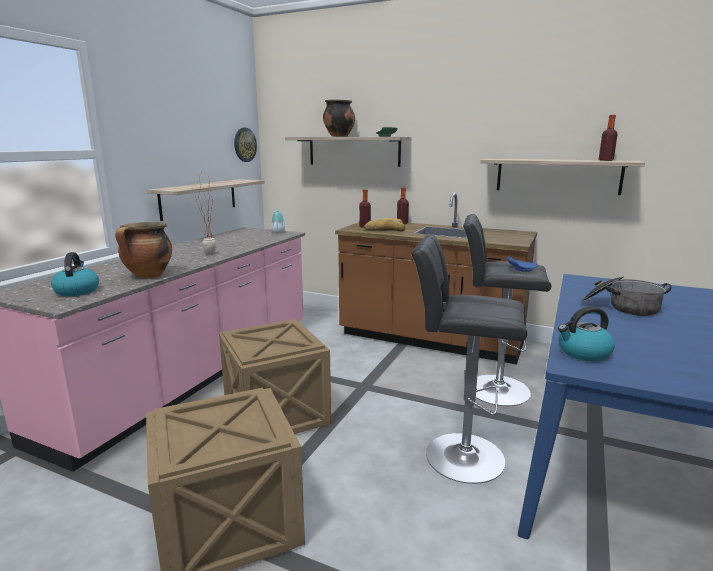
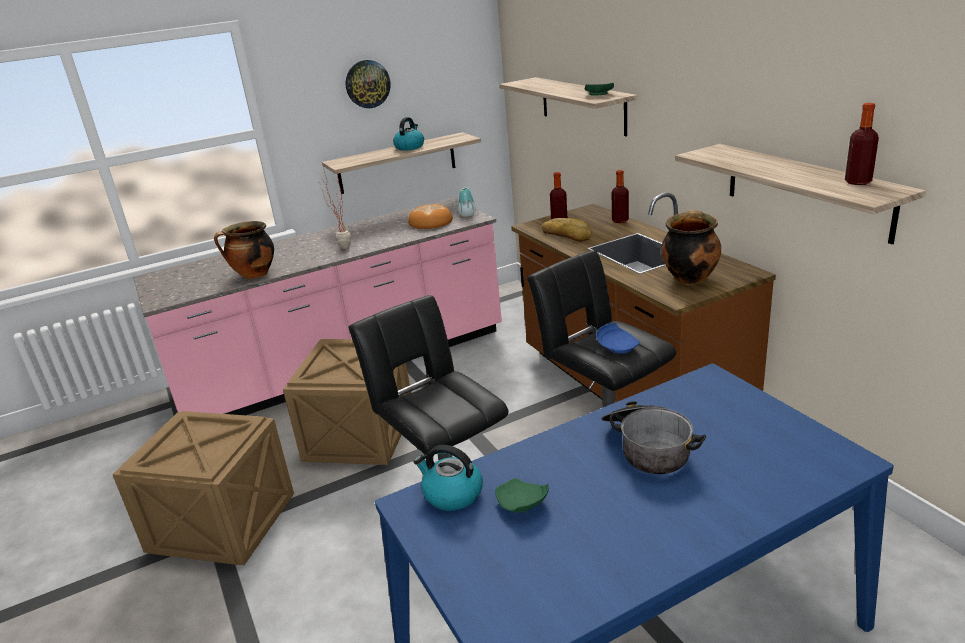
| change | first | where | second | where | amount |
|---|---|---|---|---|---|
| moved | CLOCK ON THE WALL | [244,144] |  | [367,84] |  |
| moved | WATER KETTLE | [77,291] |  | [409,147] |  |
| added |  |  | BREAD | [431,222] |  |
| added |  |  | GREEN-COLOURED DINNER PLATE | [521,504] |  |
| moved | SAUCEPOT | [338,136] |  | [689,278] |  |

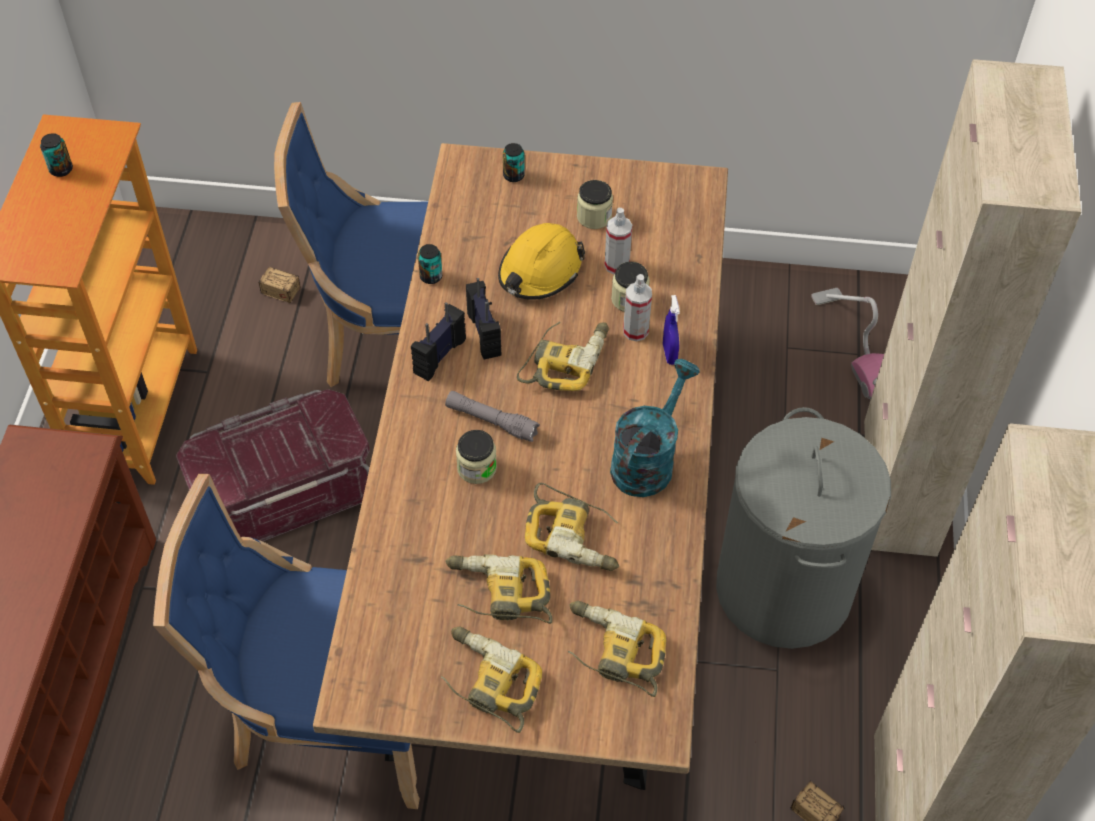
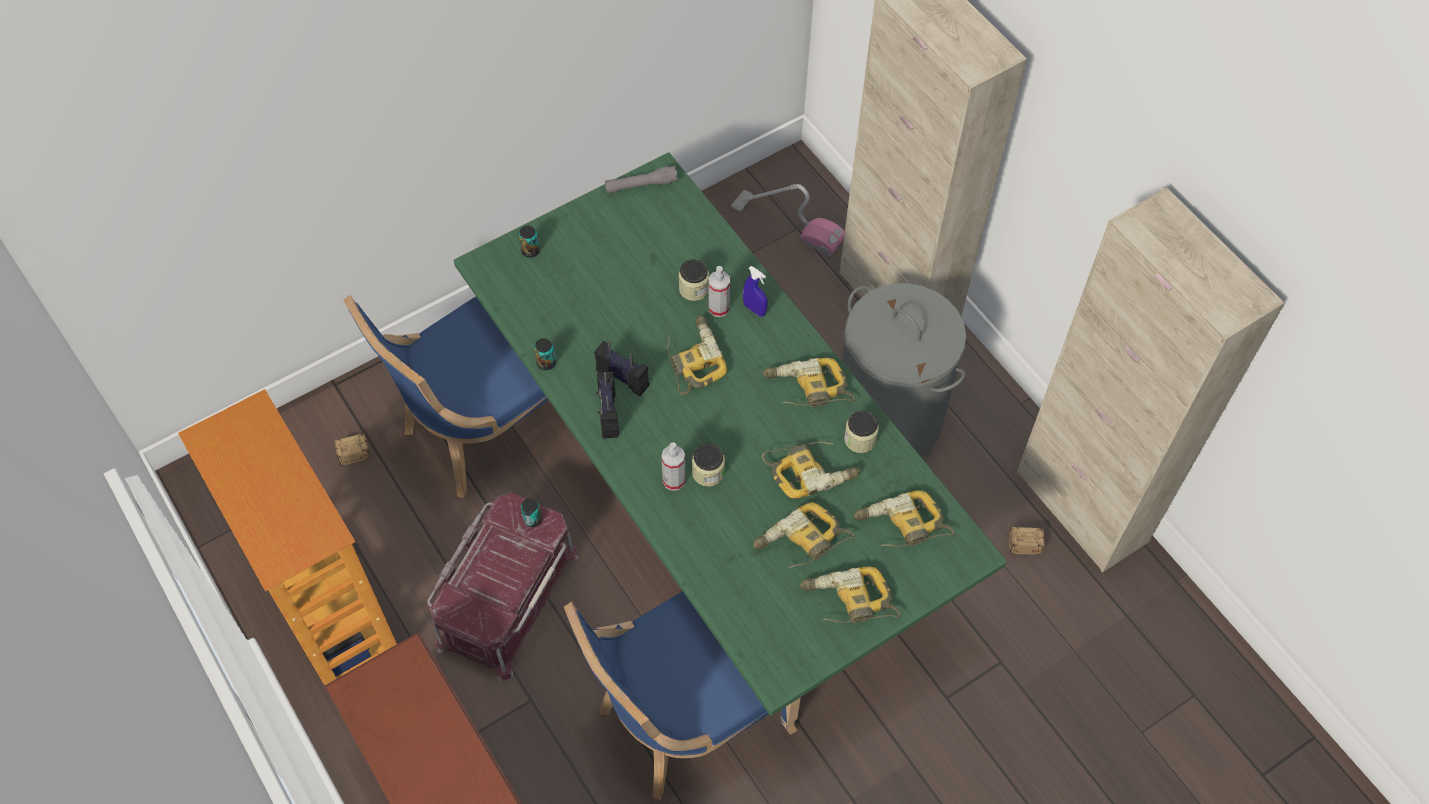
| change | first | where | second | where | amount |
|---|---|---|---|---|---|
| recoloured | BROWN-COLOURED DINNER TABLE | [545,538] | GREEN-COLOURED DINNER TABLE | [712,496] |  |
| moved | CAN | [61,169] |  | [533,519] |  |
| moved | GRAY FLASHLIGHT | [491,421] |  | [641,185] |  |
| moved | SPRAY BOTTLE | [616,265] |  | [674,480] |  |
| replaced | TURQUOISE WATERING CAN | [647,459] | DRILL | [807,389] |  |
| moved | PRESERVE JAR | [594,217] |  | [860,439] |  |
| removed | YELLOW SAFETY HELMET | [540,271] |  |  |  |

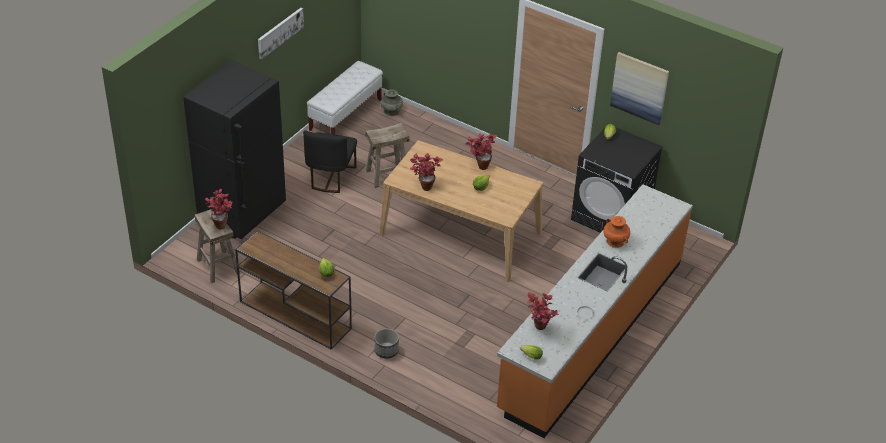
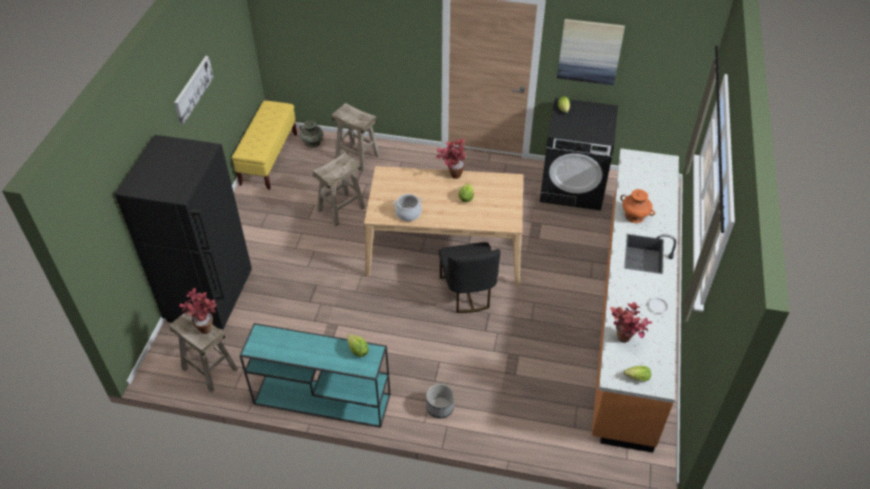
| change | first | where | second | where | amount |
|---|---|---|---|---|---|
| recoloured | WHITE INDOOR BENCH | [345,115] | YELLOW INDOOR BENCH | [269,159] |  |
| recoloured | BROWN-COLOURED CONSOLE TABLE | [294,314] | TURQUOISE CONSOLE TABLE | [320,399] |  |
| added |  |  | BEIGE-COLOURED STOOL | [358,157] |  |
| replaced | HOUSEPLANT | [424,185] | SAUCEPOT | [408,213] |  |
| moved | BLACK PLAIN CHAIR | [330,177] |  | [467,292] |  |

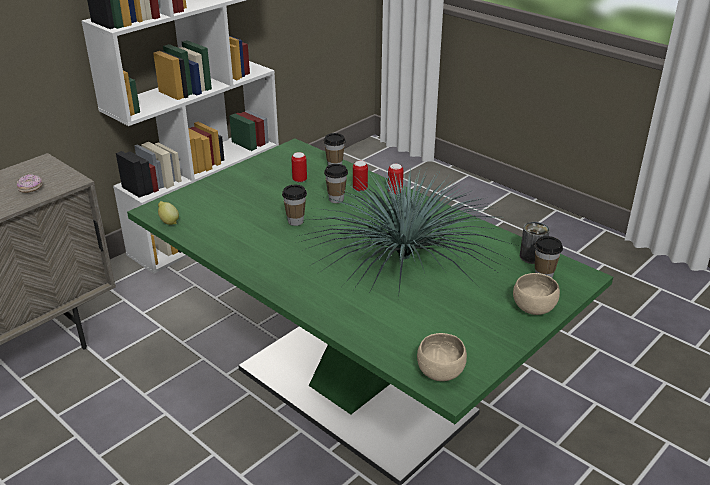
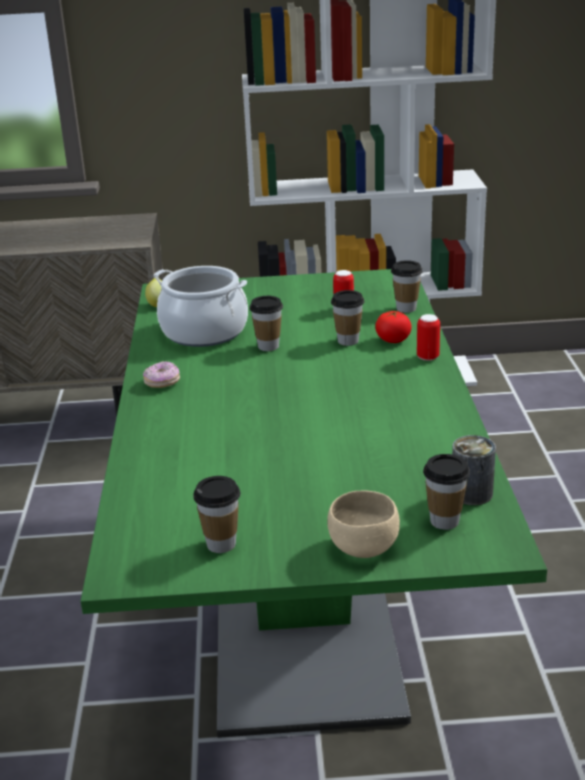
| change | first | where | second | where | amount |
|---|---|---|---|---|---|
| moved | DONUT | [31,188] |  | [162,383] |  |
| added |  |  | SAUCEPOT | [204,332] |  |
| added |  |  | CUP | [221,544] |  |
| replaced | CAN | [360,189] | TOMATO | [393,340] |  |
| removed | HOUSEPLANT | [405,256] |  |  |  |
| removed | BEIGE-COLOURED DEEP DISH | [440,374] |  |  |  |

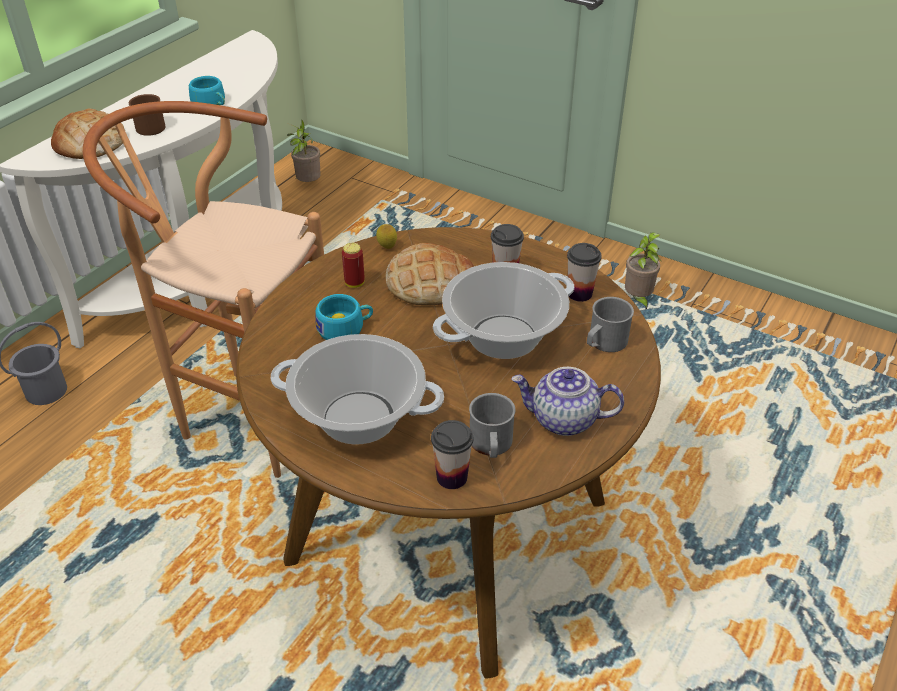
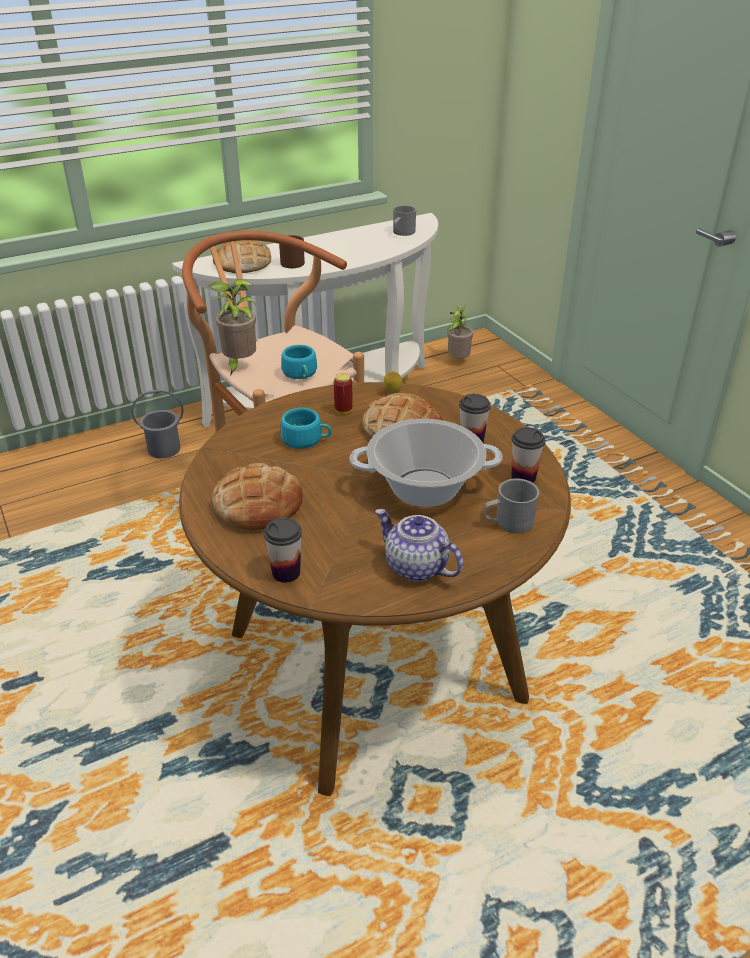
| change | first | where | second | where | amount |
|---|---|---|---|---|---|
| moved | HOUSEPLANT | [638,299] |  | [239,365] |  |
| replaced | SAUCEPOT | [359,417] | BREAD | [258,504] |  |
| moved | TURQUOISE CUP | [211,104] |  | [300,374] |  |
| moved | GRAY COFFEE MUG | [491,446] |  | [402,233] |  |

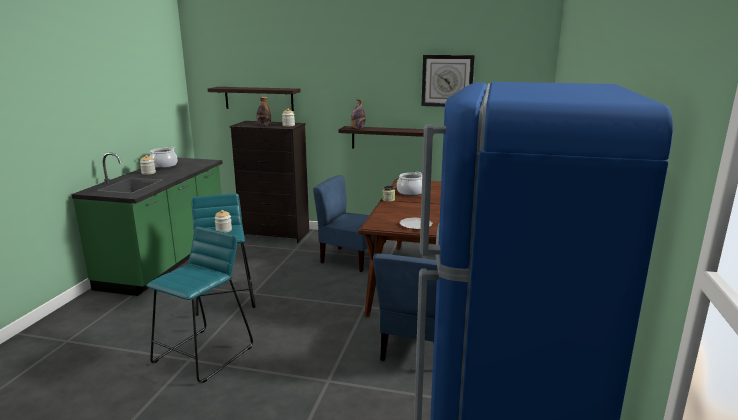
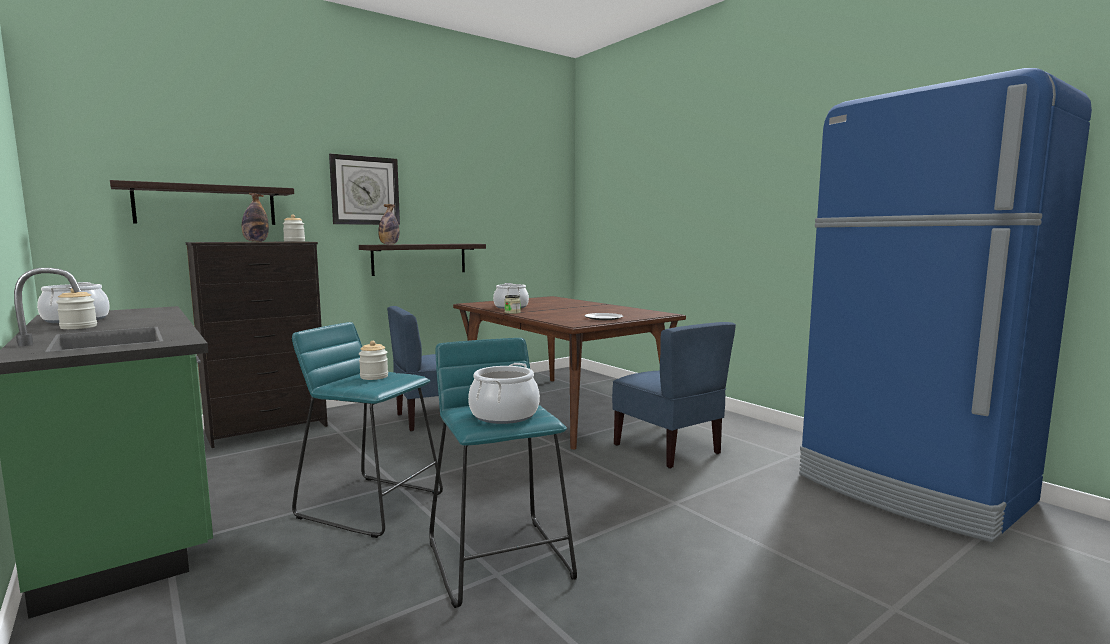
| change | first | where | second | where | amount |
|---|---|---|---|---|---|
| moved | CLOCK ON THE WALL | [447,81] |  | [365,190] |  |
| added |  |  | SAUCEPOT | [504,415] |  |

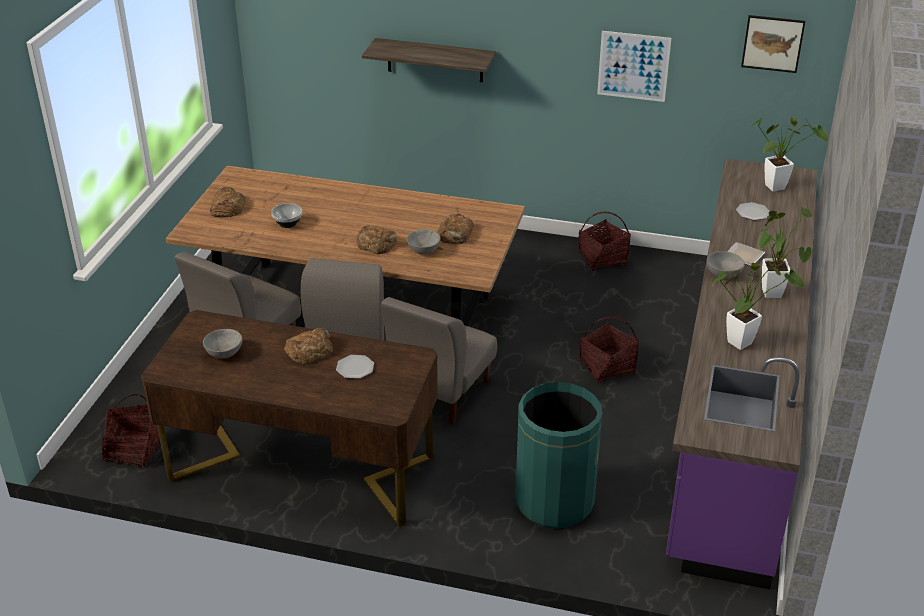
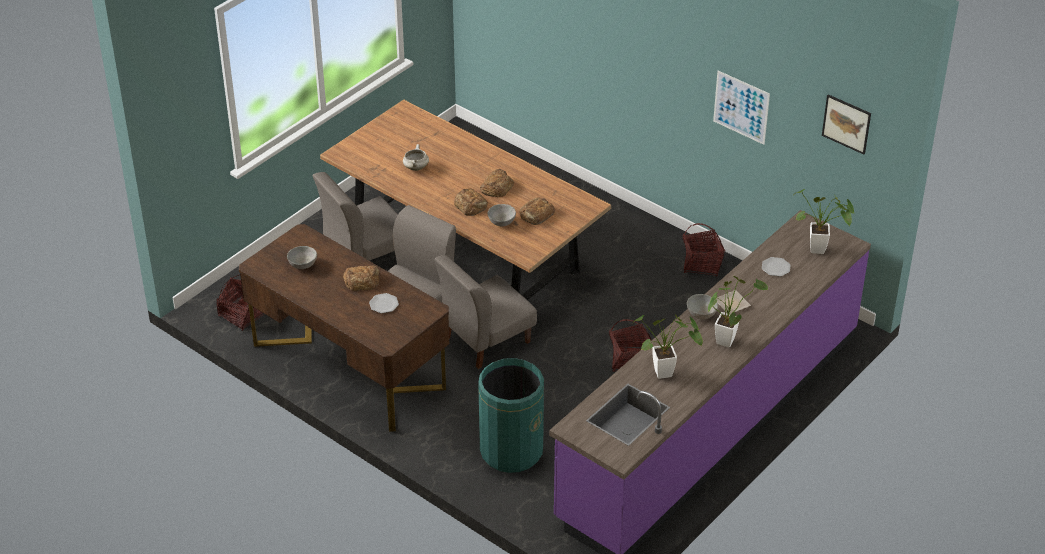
| change | first | where | second | where | amount |
|---|---|---|---|---|---|
| replaced | DEEP DISH | [287,223] | WHITE SAUCEPOT | [416,167] |  |
| moved | BREAD | [227,207] |  | [496,187] |  |
| removed | SHELF | [435,60] |  |  |  |

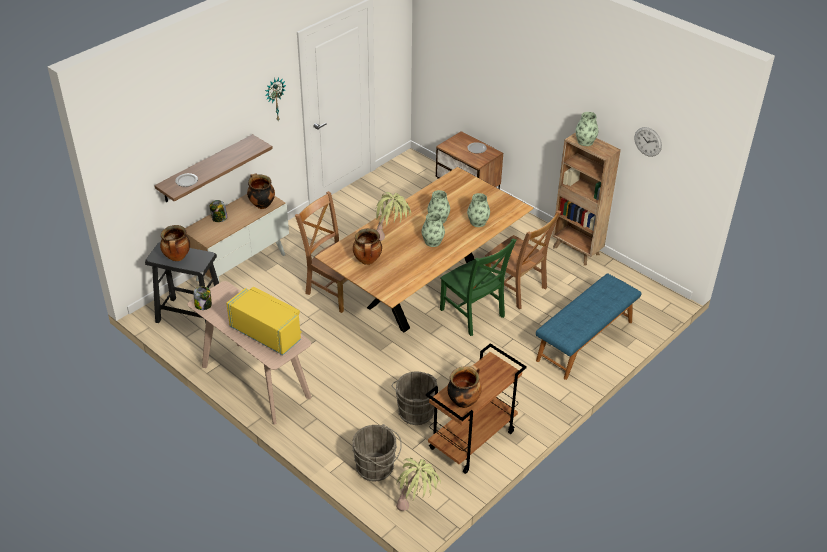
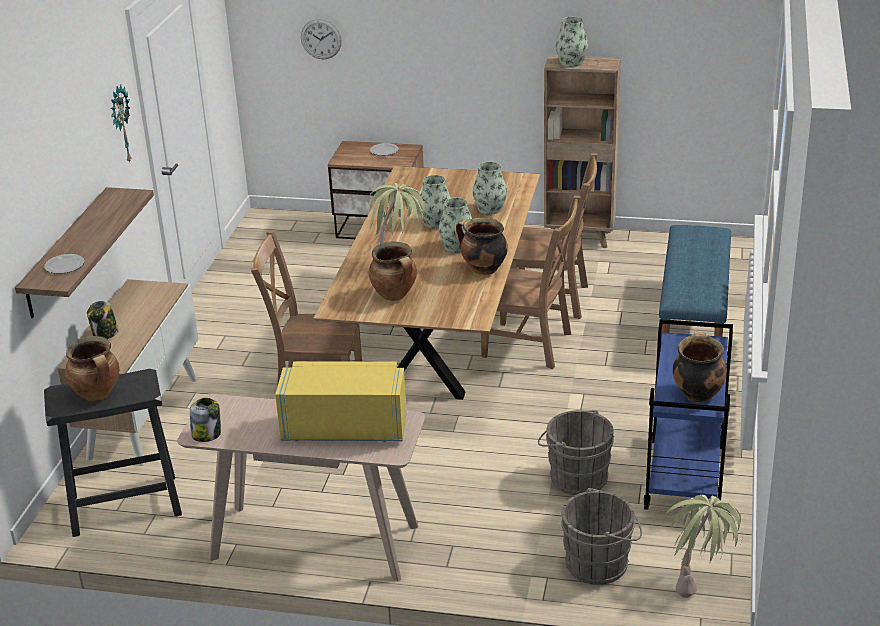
| change | first | where | second | where | amount |
|---|---|---|---|---|---|
| moved | CLOCK ON THE WALL | [648,141] |  | [321,39] |  |
| moved | SAUCEPOT | [261,204] |  | [483,269] |  |
| recoloured | GREEN-COLOURED PLAIN CHAIR | [473,315] | BROWN-COLOURED PLAIN CHAIR | [530,346] |  |
| recoloured | BROWN-COLOURED TROLLEY | [472,441] | BLUE-COLOURED TROLLEY | [685,478] |  |

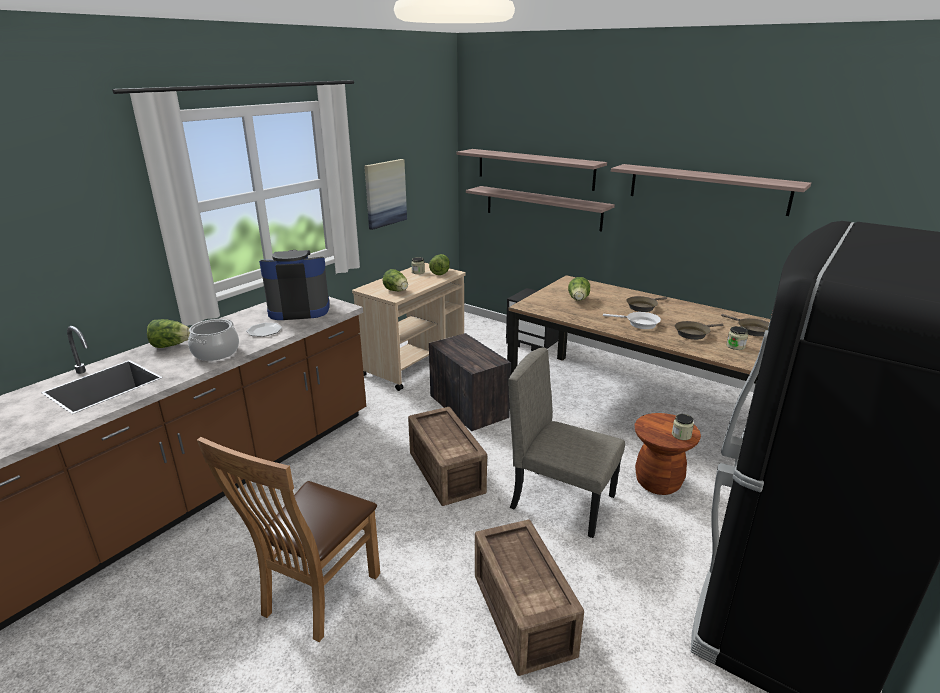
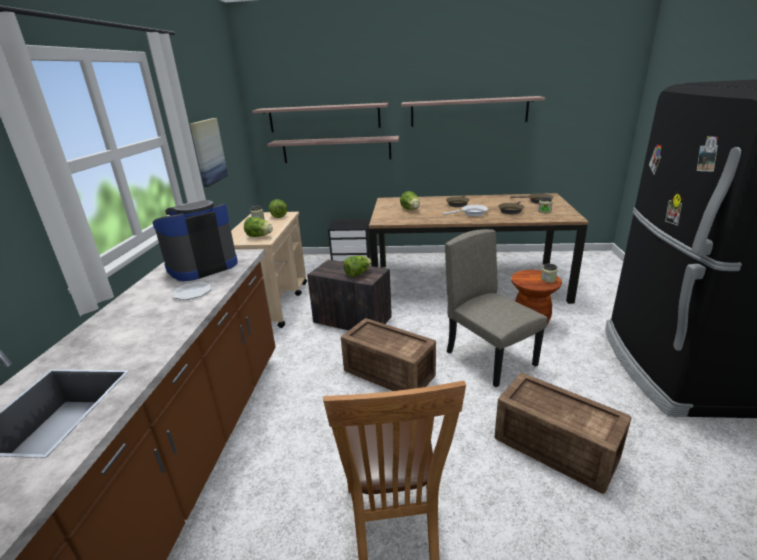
| change | first | where | second | where | amount |
|---|---|---|---|---|---|
| moved | HEAD OF LETTUCE | [171,345] |  | [357,274] |  |
| turned | BEIGE-COLOURED PLAIN CHAIR | [563,501] |  | [491,358] | 60 degrees clockwise |
| removed | SAUCEPOT | [215,352] |  |  |  |

